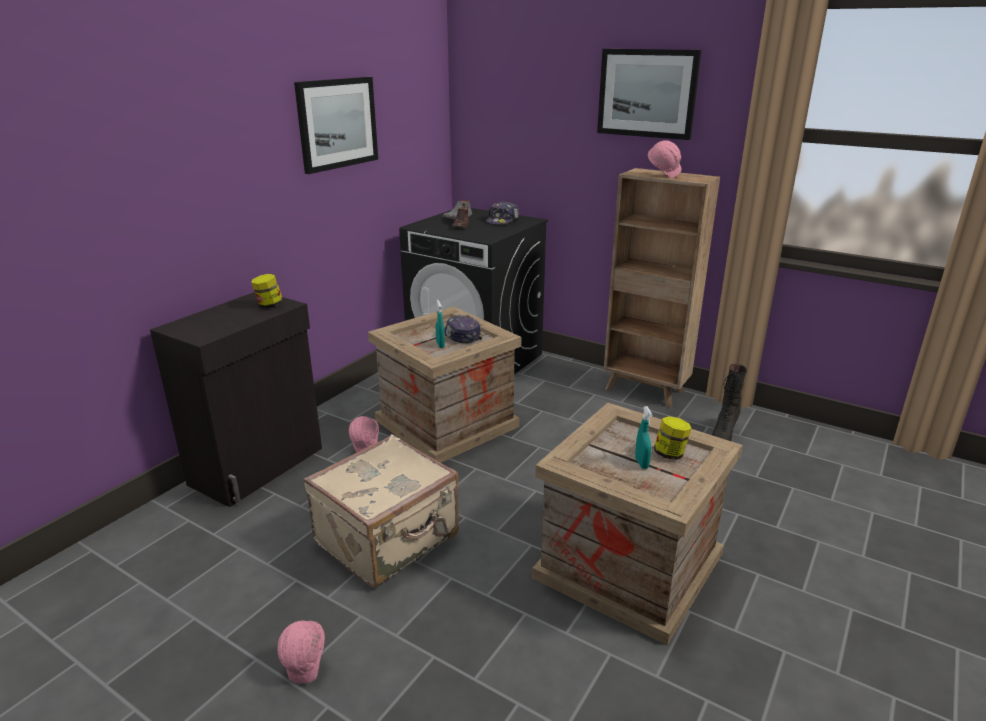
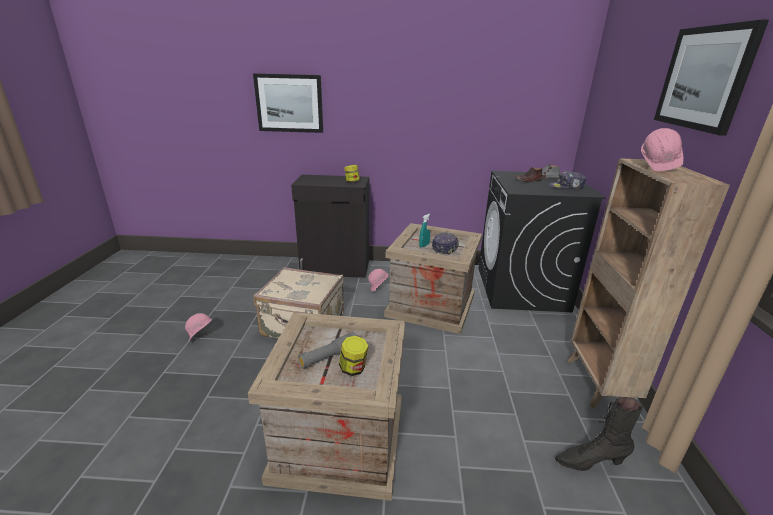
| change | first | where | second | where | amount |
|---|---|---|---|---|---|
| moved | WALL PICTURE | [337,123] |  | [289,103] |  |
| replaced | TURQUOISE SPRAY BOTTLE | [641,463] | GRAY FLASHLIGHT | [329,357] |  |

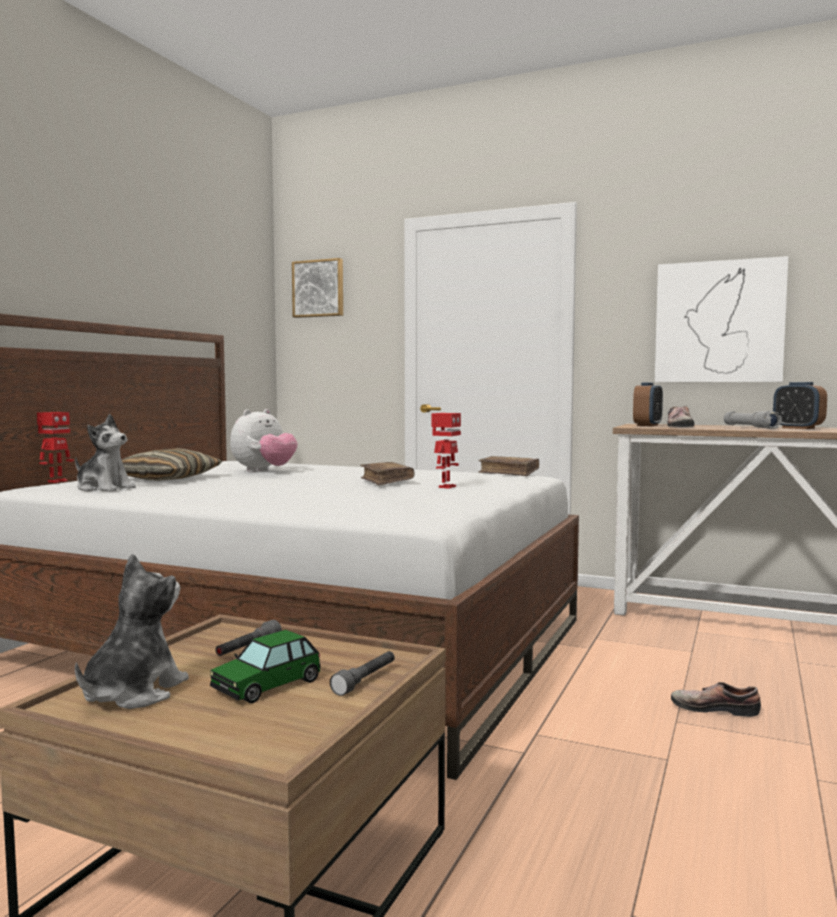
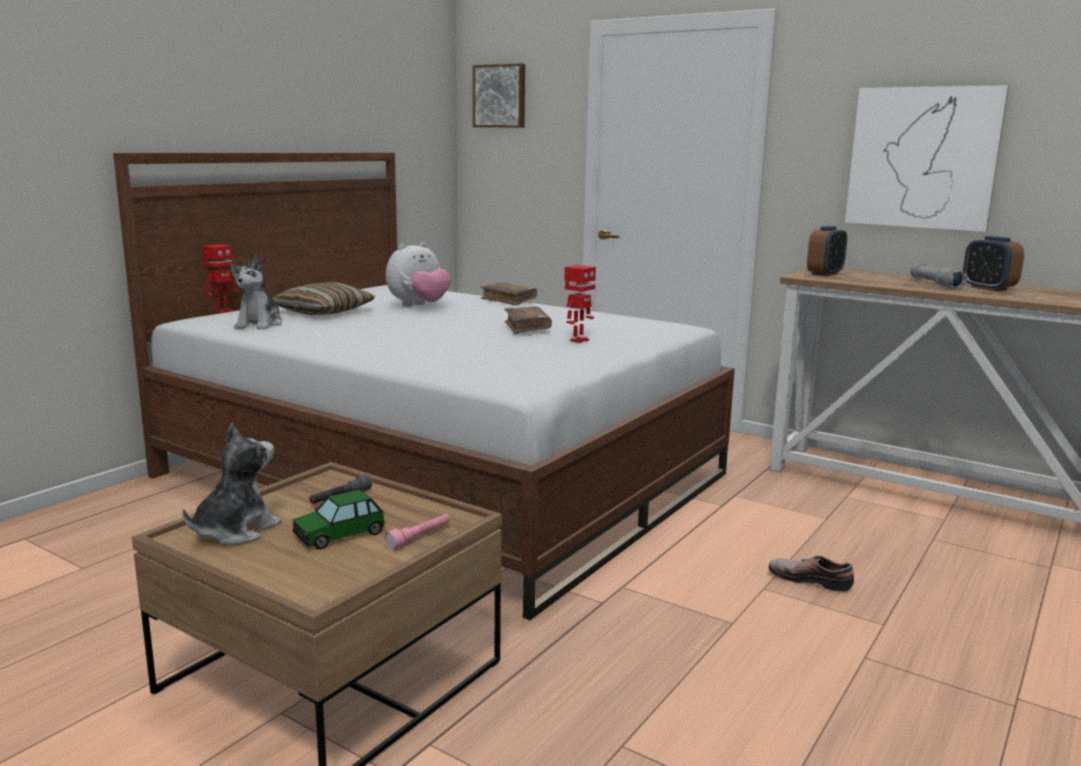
| change | first | where | second | where | amount |
|---|---|---|---|---|---|
| turned | CUDDLY TOY | [104,488] |  | [259,324] | 60 degrees clockwise |
| recoloured | GRAY FLASHLIGHT | [365,680] | PINK FLASHLIGHT | [419,537] |  |
| moved | BROWN-COLOURED BOOK | [509,473] |  | [508,300] |  |
| removed | SHOE | [678,426] |  |  |  |

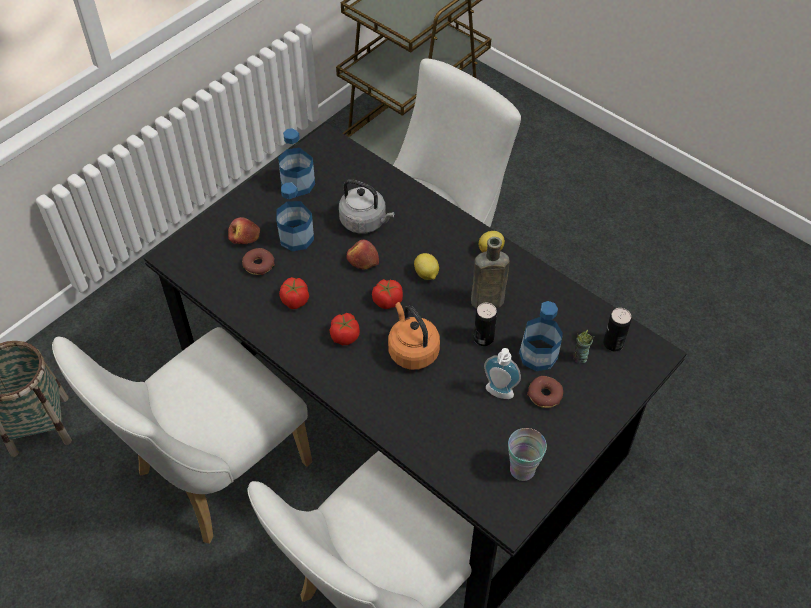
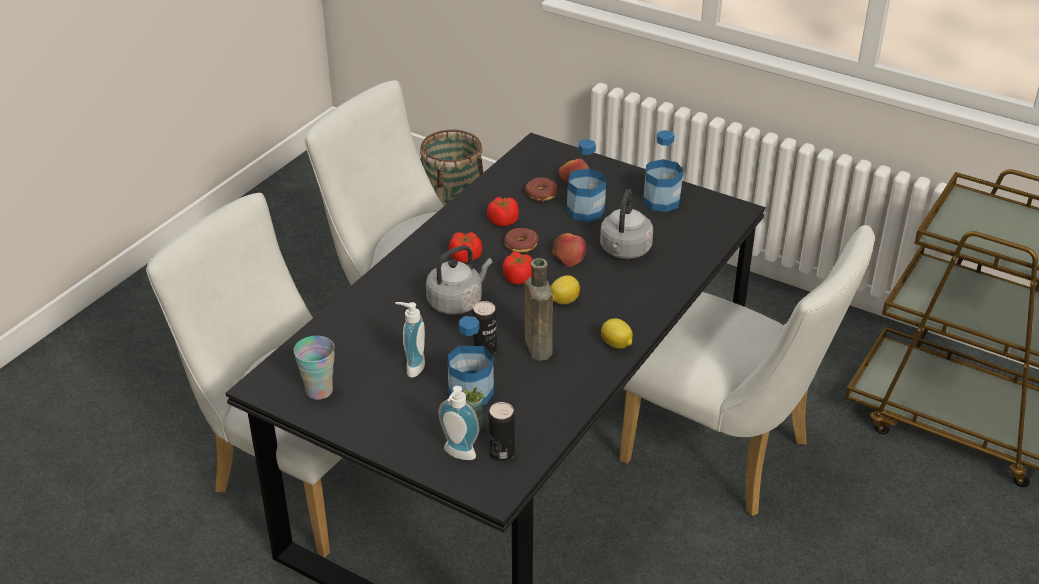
| change | first | where | second | where | amount |
|---|---|---|---|---|---|
| recoloured | ORANGE-COLOURED WATER KETTLE | [412,350] | GRAY WATER KETTLE | [457,302] |  |
| added |  |  | SOAP BOTTLE | [457,455] |  |
| moved | DONUT | [545,395] |  | [521,245] |  |

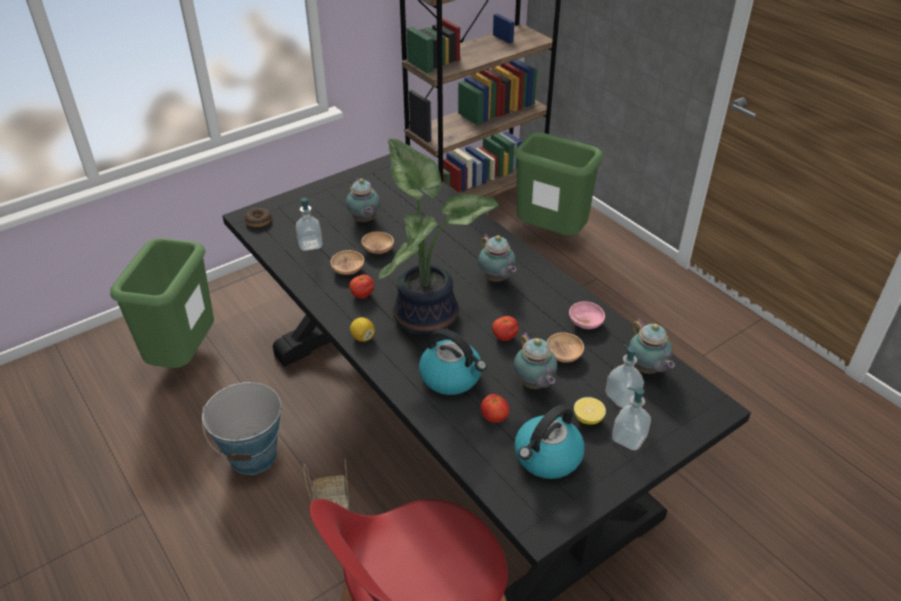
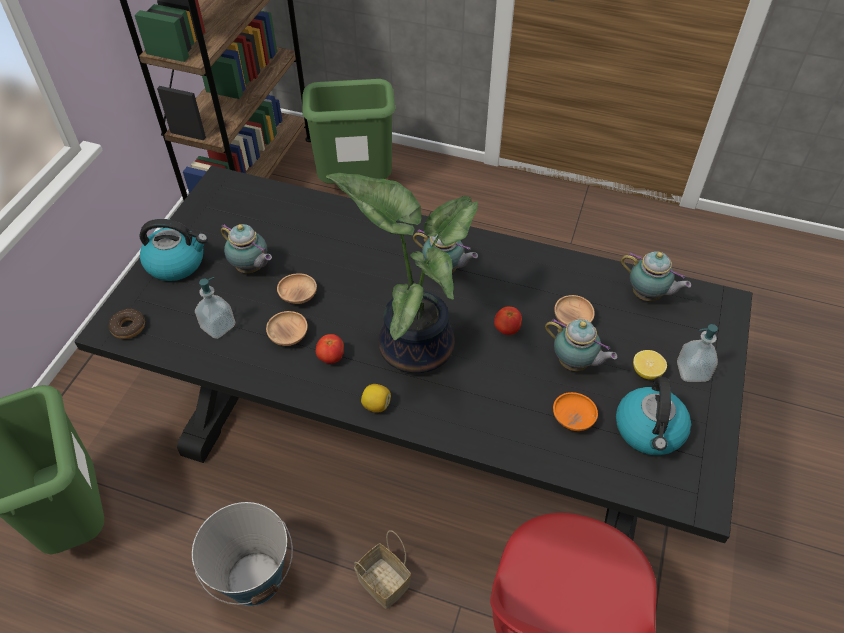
| change | first | where | second | where | amount |
|---|---|---|---|---|---|
| moved | WATER KETTLE | [452,377] |  | [177,263] |  |
| replaced | TOMATO | [494,417] | ORANGE-COLOURED DEEP DISH | [573,418] |  |
| removed | PINK DEEP DISH | [585,323] |  |  |  |
| removed | SOAP BOTTLE | [622,397] |  |  |  |

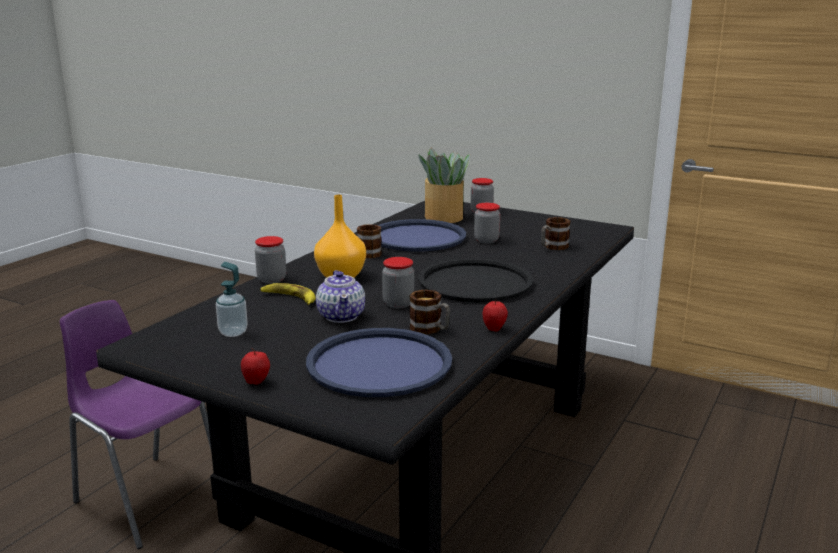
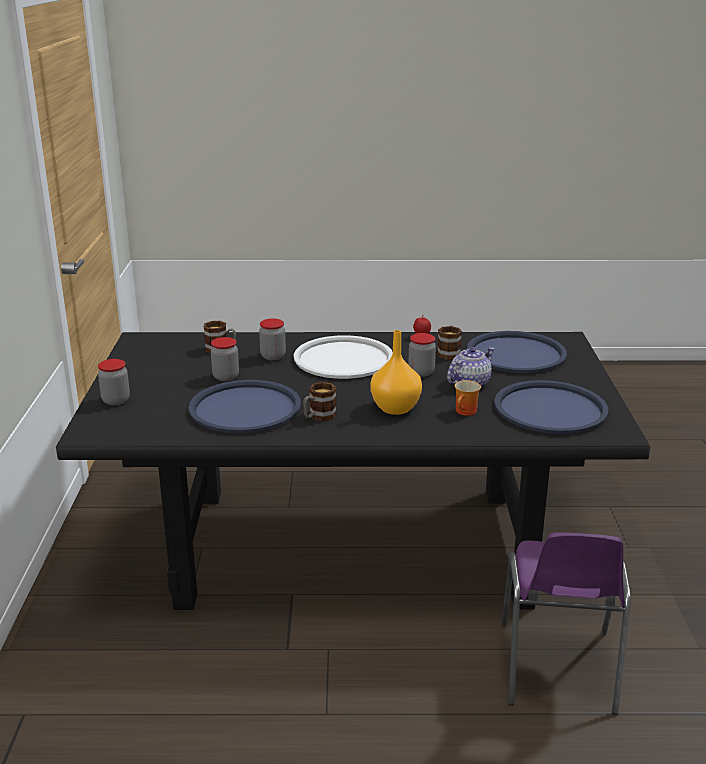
| change | first | where | second | where | amount |
|---|---|---|---|---|---|
| moved | PRESERVE JAR | [271,280] |  | [273,356] |  |
| recoloured | BLACK SERVING TRAY | [475,282] | WHITE SERVING TRAY | [343,359] |  |
| replaced | BANANA FRUIT | [289,298] | COFFEE MUG | [466,412] |  |
| replaced | SOAP BOTTLE | [233,332] | BLUE-COLOURED SERVING TRAY | [550,409] |  |
| removed | APPLE | [256,382] |  |  |  |
| removed | HOUSEPLANT | [444,217] |  |  |  |

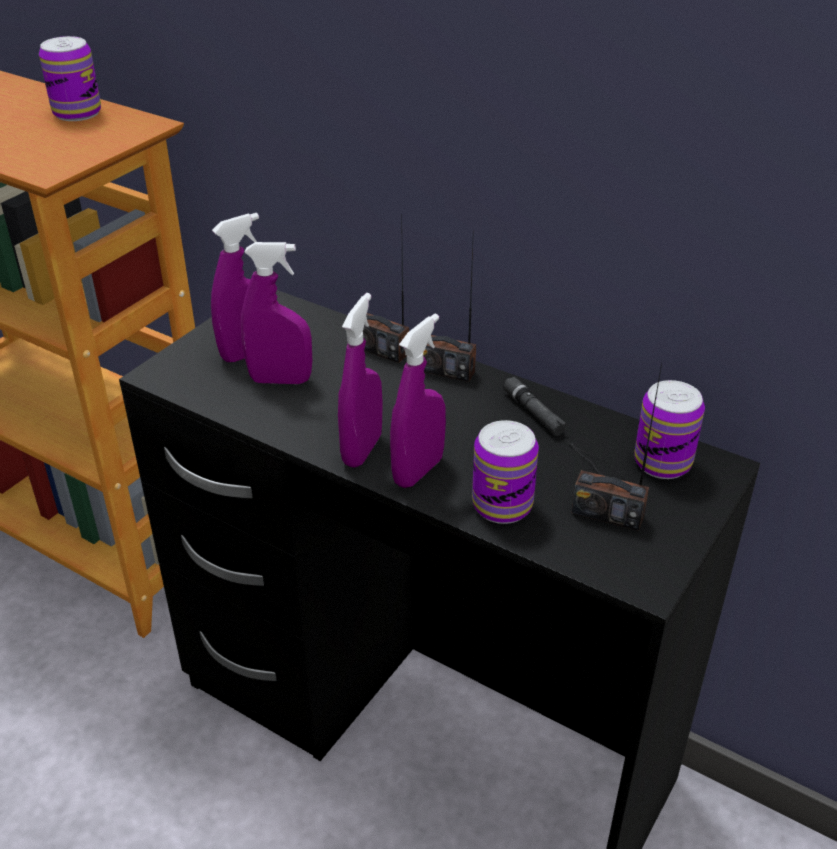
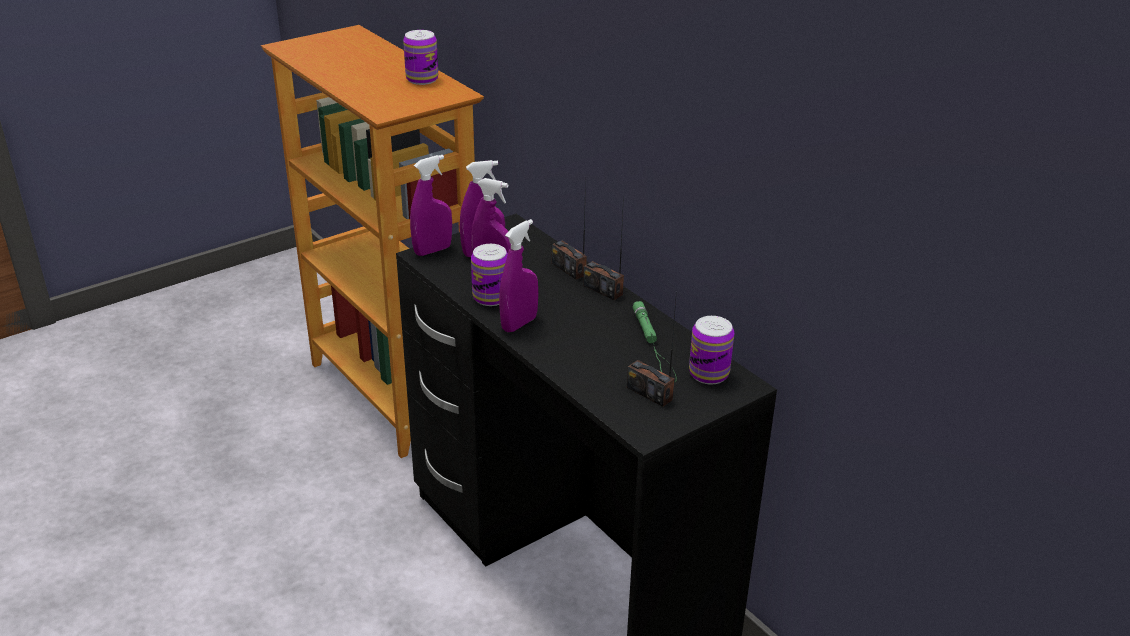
| change | first | where | second | where | amount |
|---|---|---|---|---|---|
| moved | PURPLE SPRAY BOTTLE | [418,471] |  | [433,250] |  |
| moved | CAN | [502,505] |  | [491,297] |  |
| recoloured | BLACK FLASHLIGHT | [565,437] | GREEN-COLOURED FLASHLIGHT | [654,345] |  |

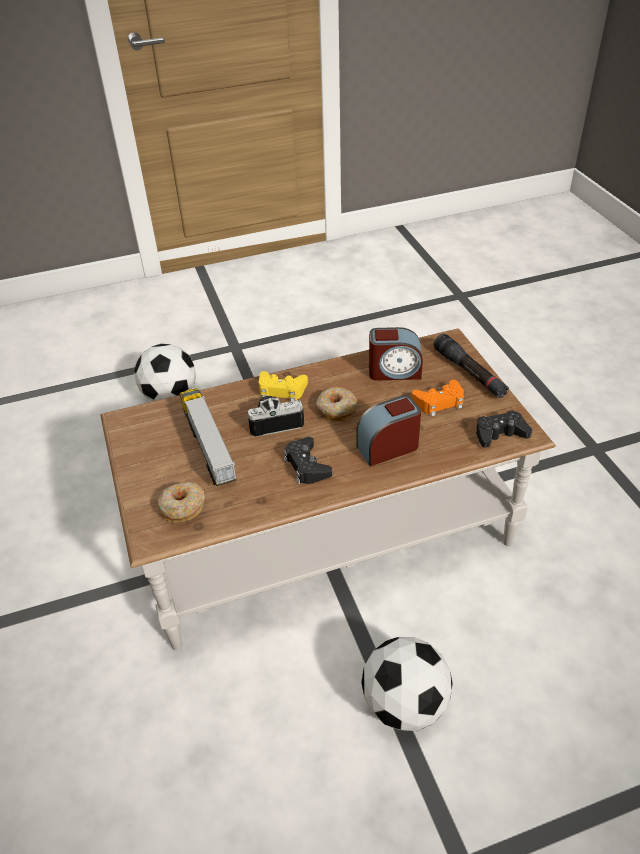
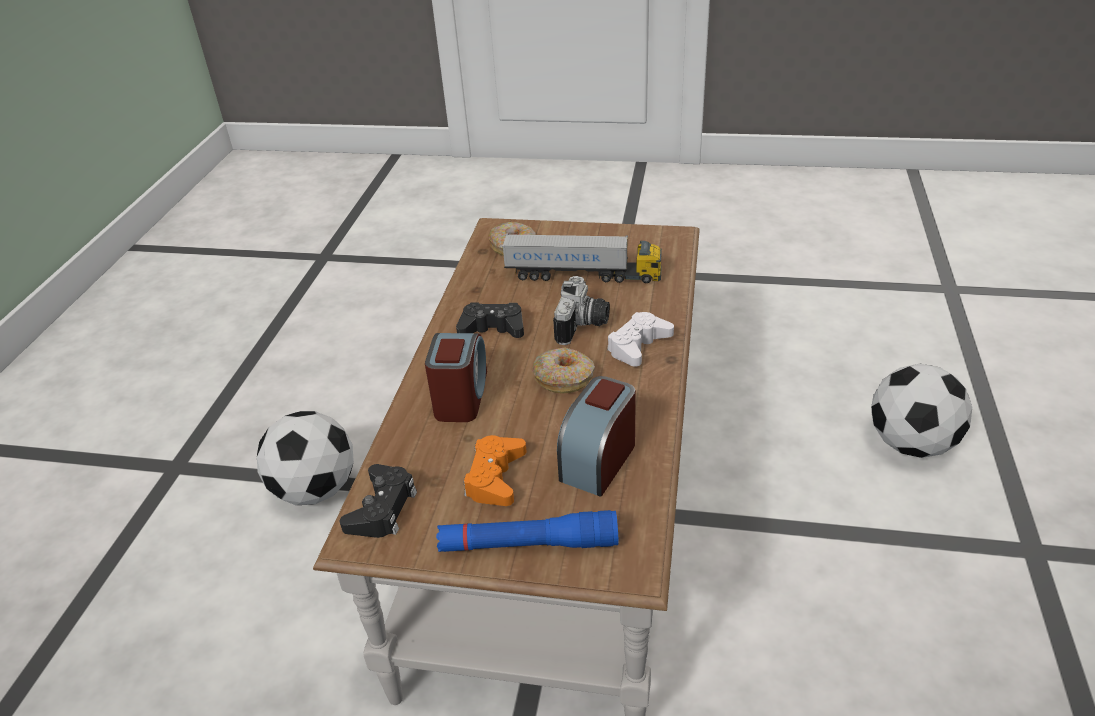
| change | first | where | second | where | amount |
|---|---|---|---|---|---|
| recoloured | BLACK FLASHLIGHT | [469,373] | BLUE-COLOURED FLASHLIGHT | [528,544] |  |
| recoloured | YELLOW GAME CONTROLLER | [281,390] | WHITE GAME CONTROLLER | [638,346] |  |

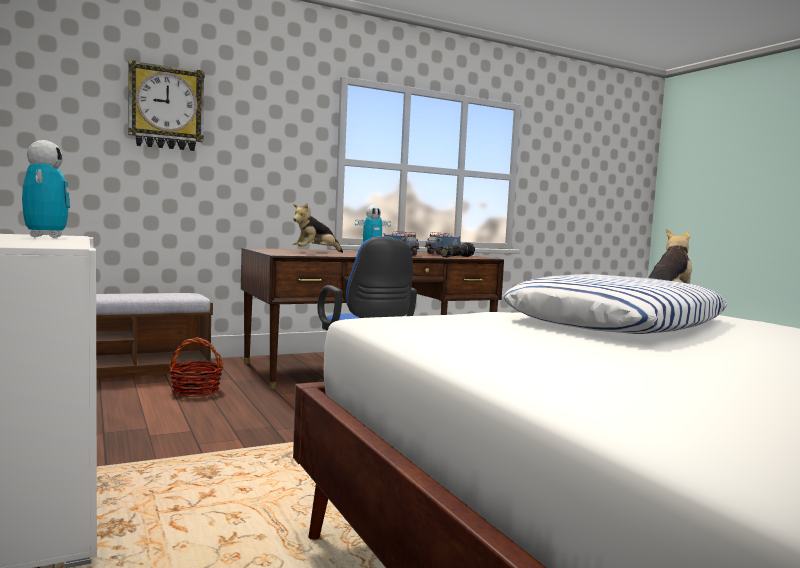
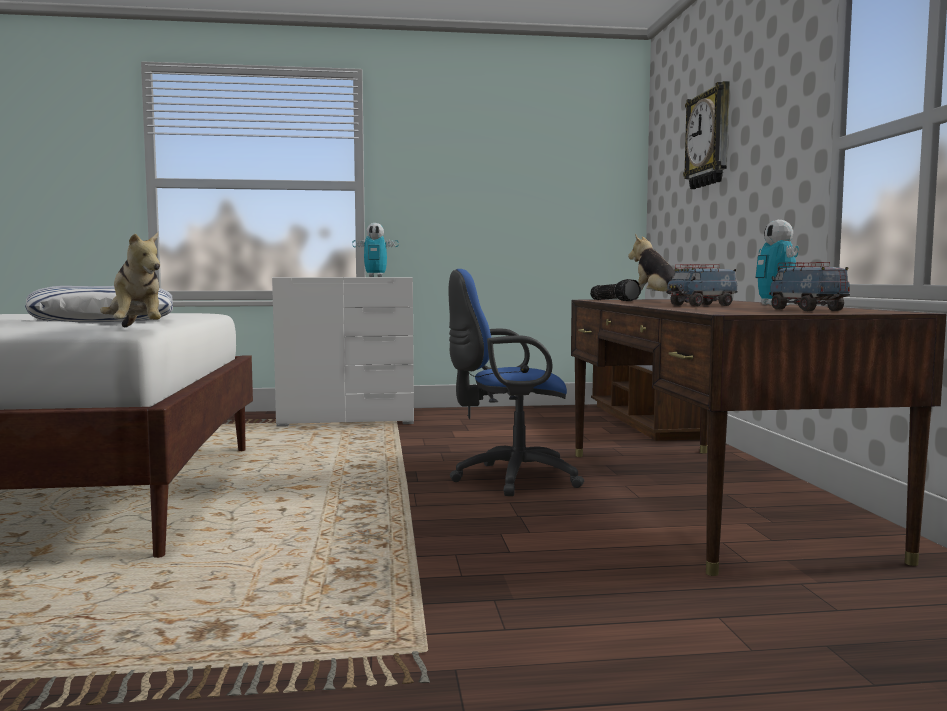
| change | first | where | second | where | amount |
|---|---|---|---|---|---|
| moved | FLASHLIGHT | [456,257] |  | [615,301] |  |
| removed | BASKET | [196,391] |  |  |  |

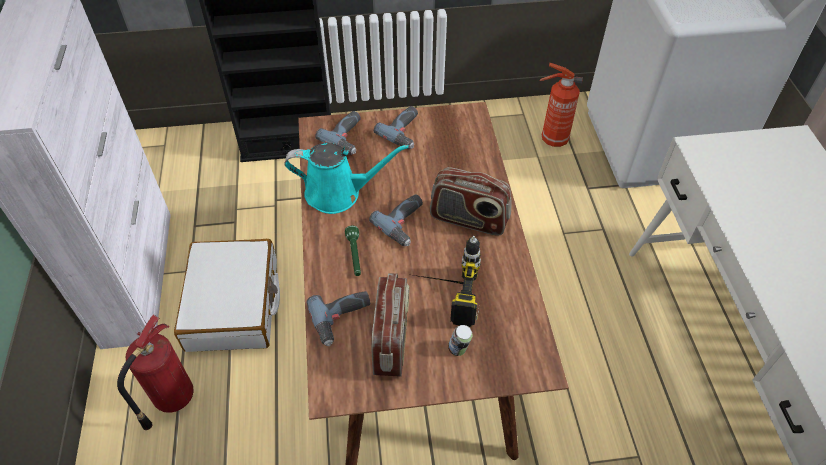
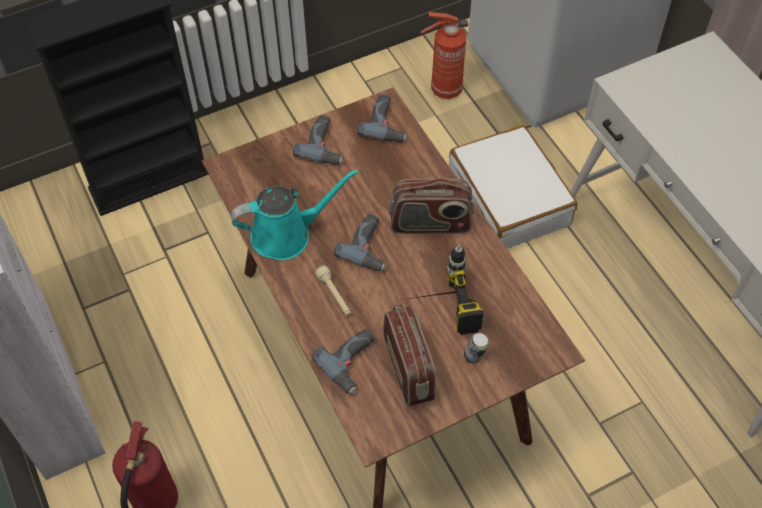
| change | first | where | second | where | amount |
|---|---|---|---|---|---|
| recoloured | GREEN-COLOURED FLASHLIGHT | [355,255] | BEIGE-COLOURED FLASHLIGHT | [335,296] |  |
| moved | DRILL | [348,137] |  | [387,123] |  |
| moved | WHITE SUITCASE | [234,305] |  | [509,199] |  |

